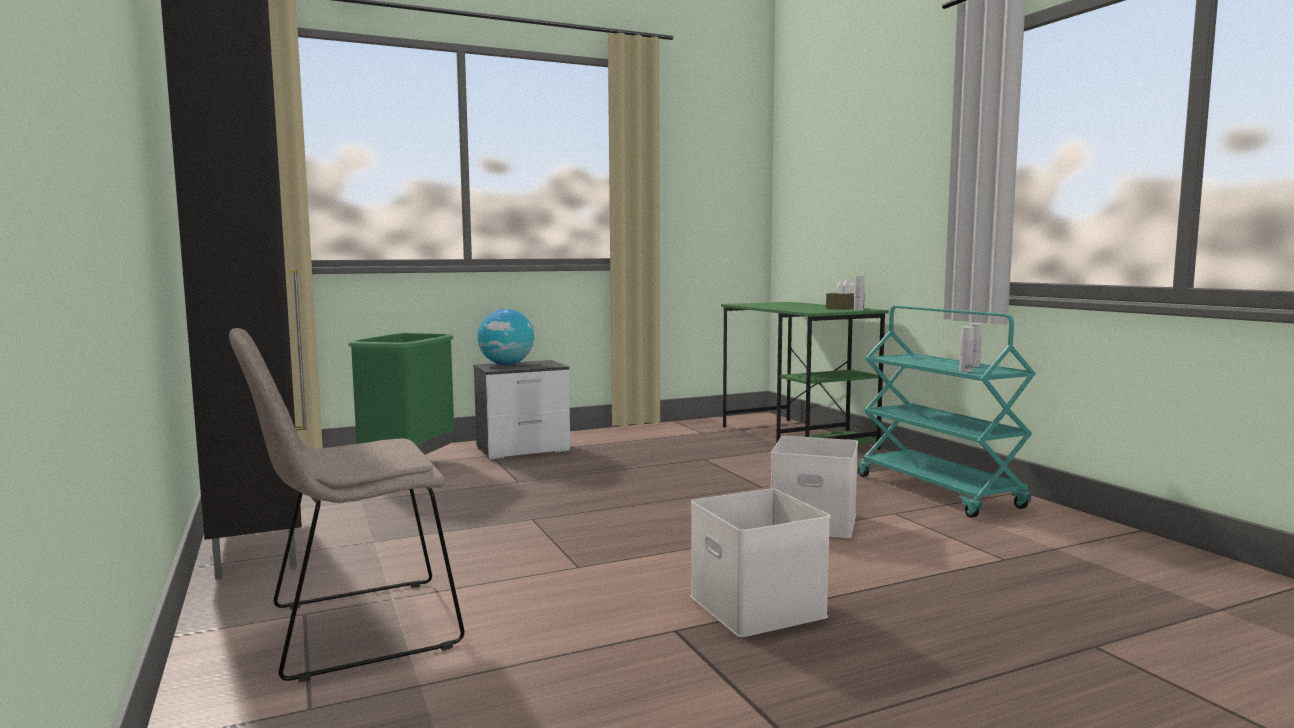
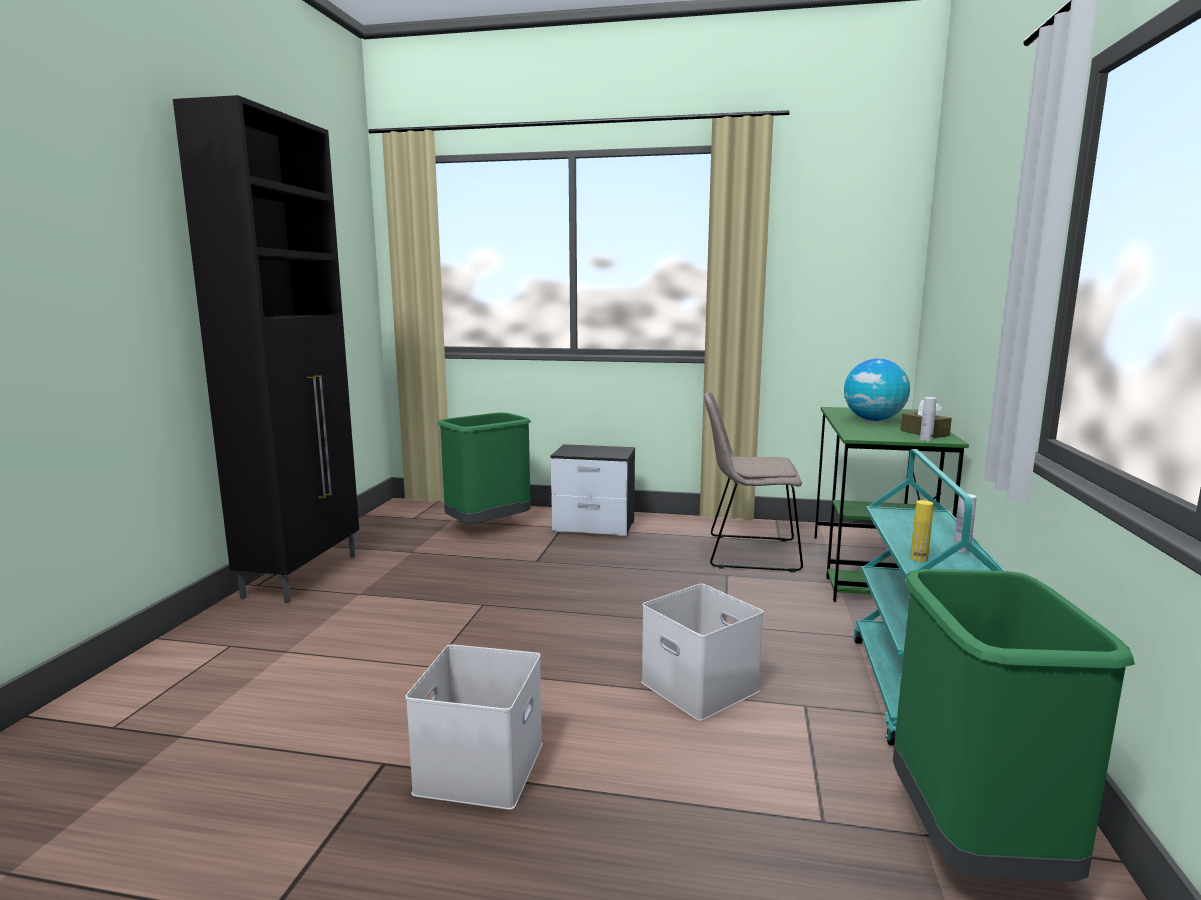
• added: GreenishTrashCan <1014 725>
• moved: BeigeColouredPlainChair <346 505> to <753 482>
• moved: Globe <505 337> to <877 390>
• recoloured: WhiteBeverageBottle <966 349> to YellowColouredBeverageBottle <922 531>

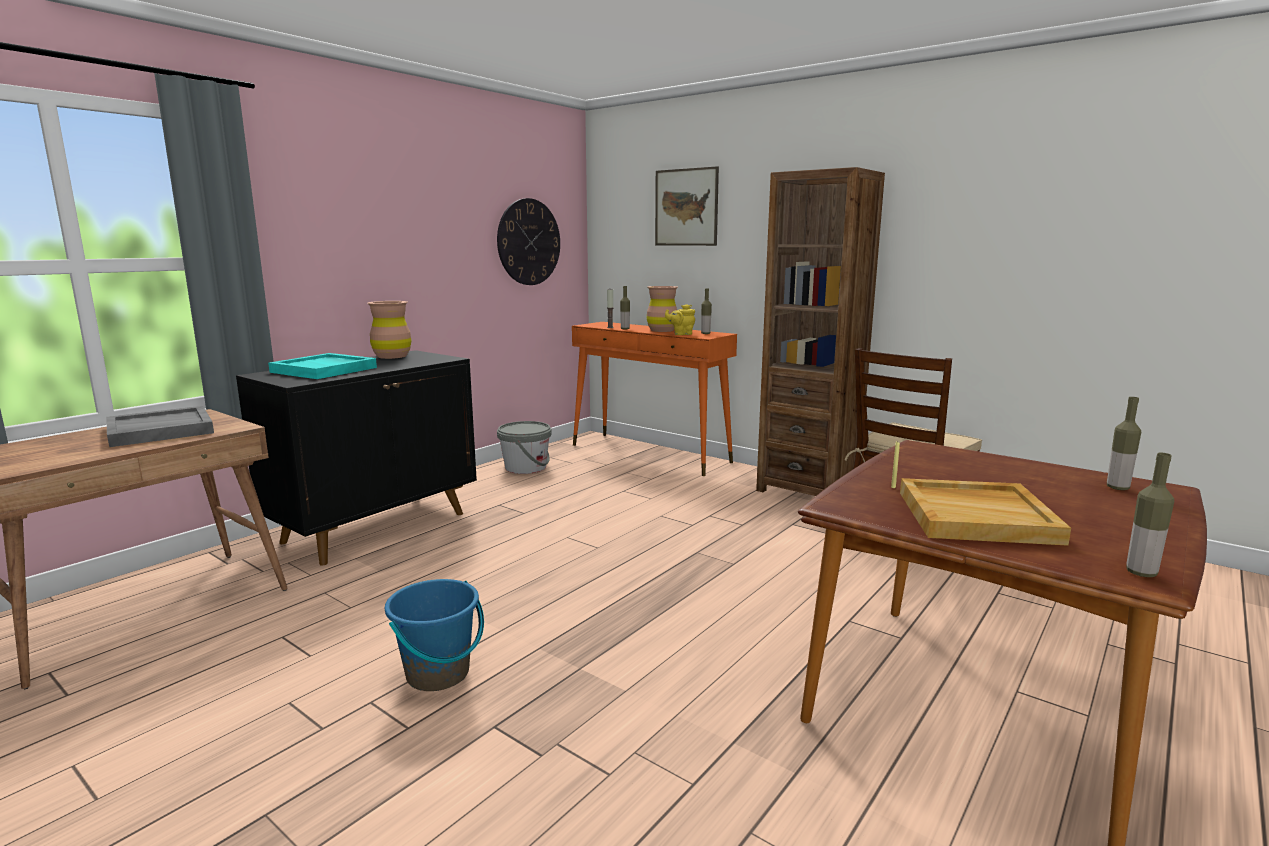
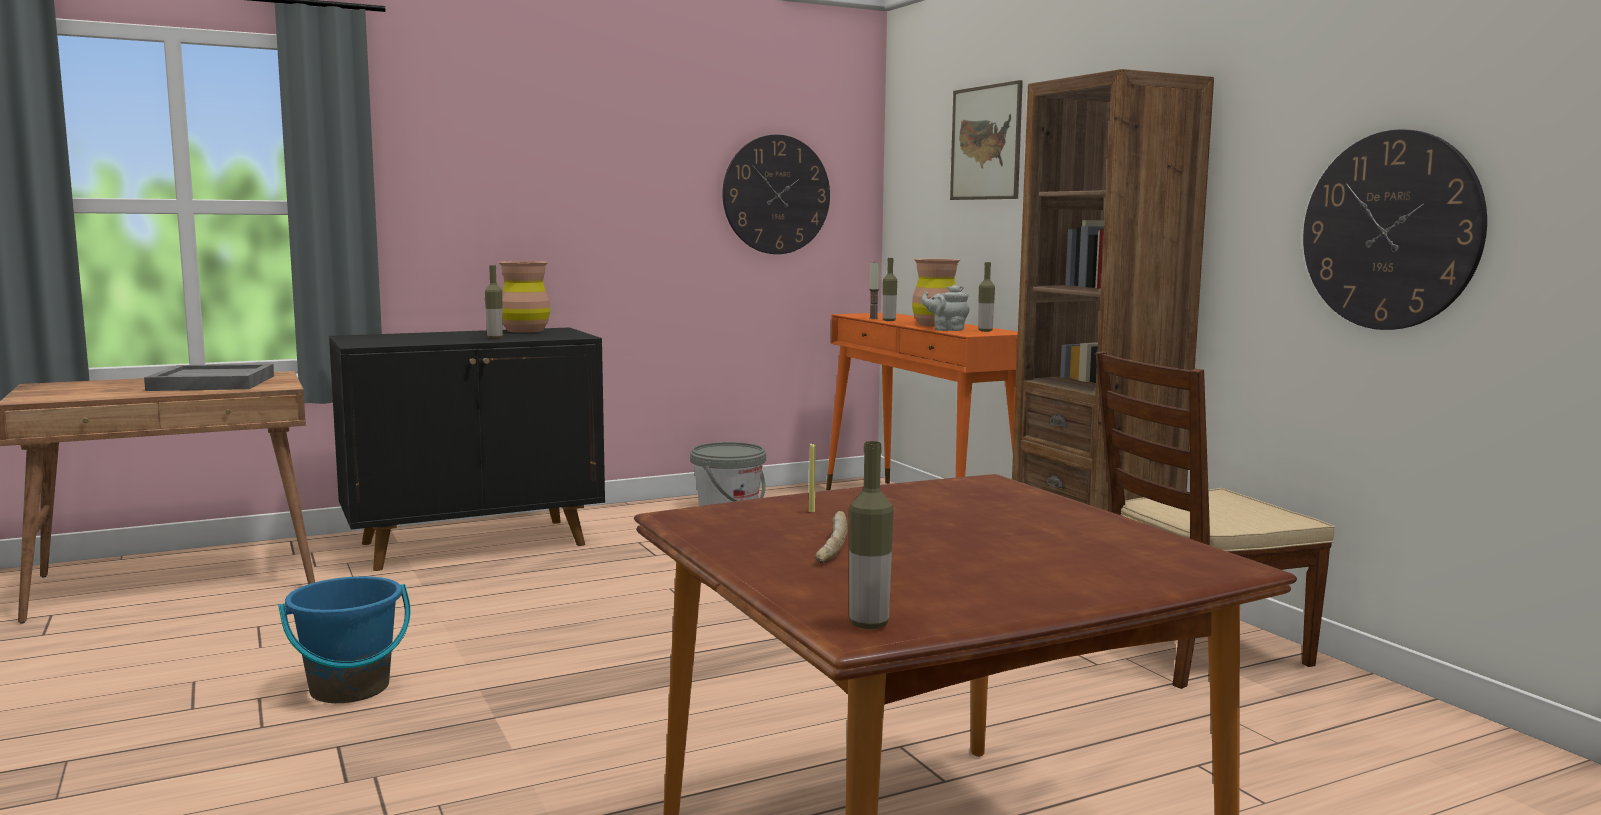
• removed: BlueGreenTray <322 366>
• added: WallClock <1395 229>
• moved: BeverageBottle <1124 443> to <494 302>
• replaced: BeigeColouredTray <985 512> to BakedBread <831 537>
• recoloured: YellowColouredTeaPot <680 319> to GrayTeaPot <945 308>

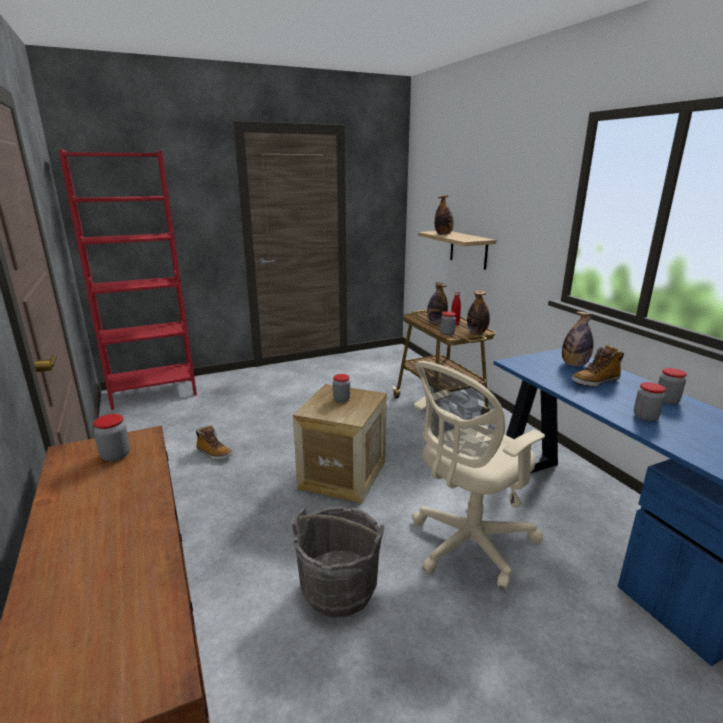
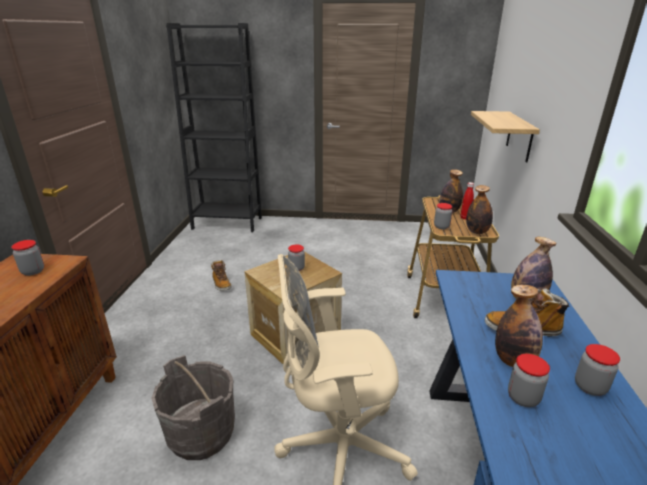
• moved: BeverageBottle <444 215> to <519 326>
• recoloured: ReddishBookcase <128 280> to BlackishBookcase <214 127>

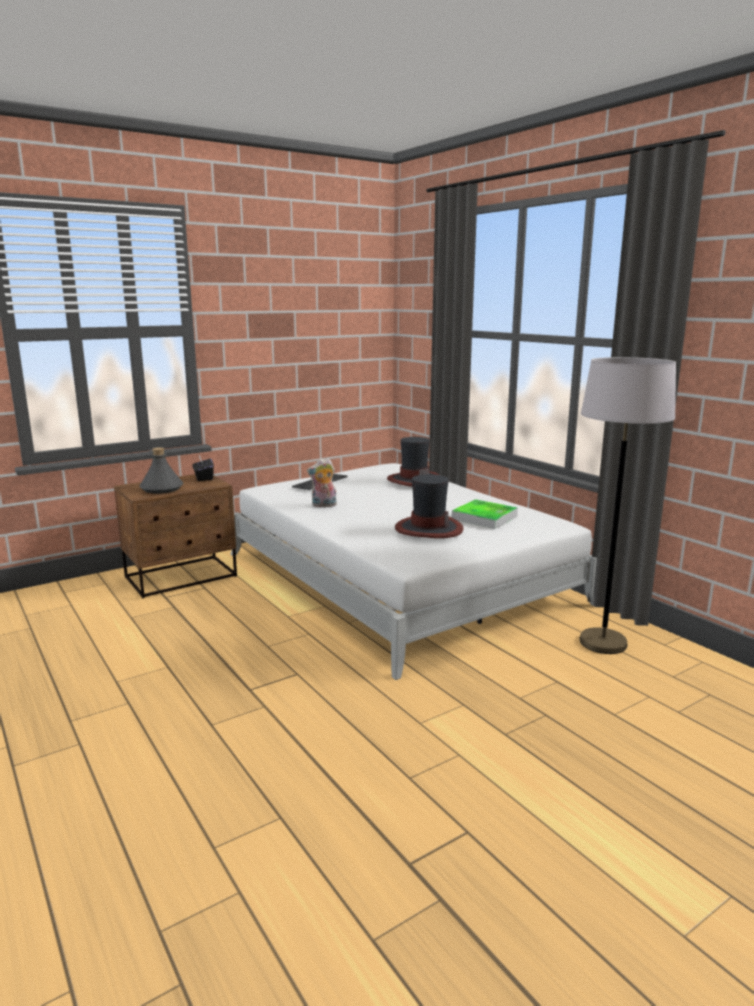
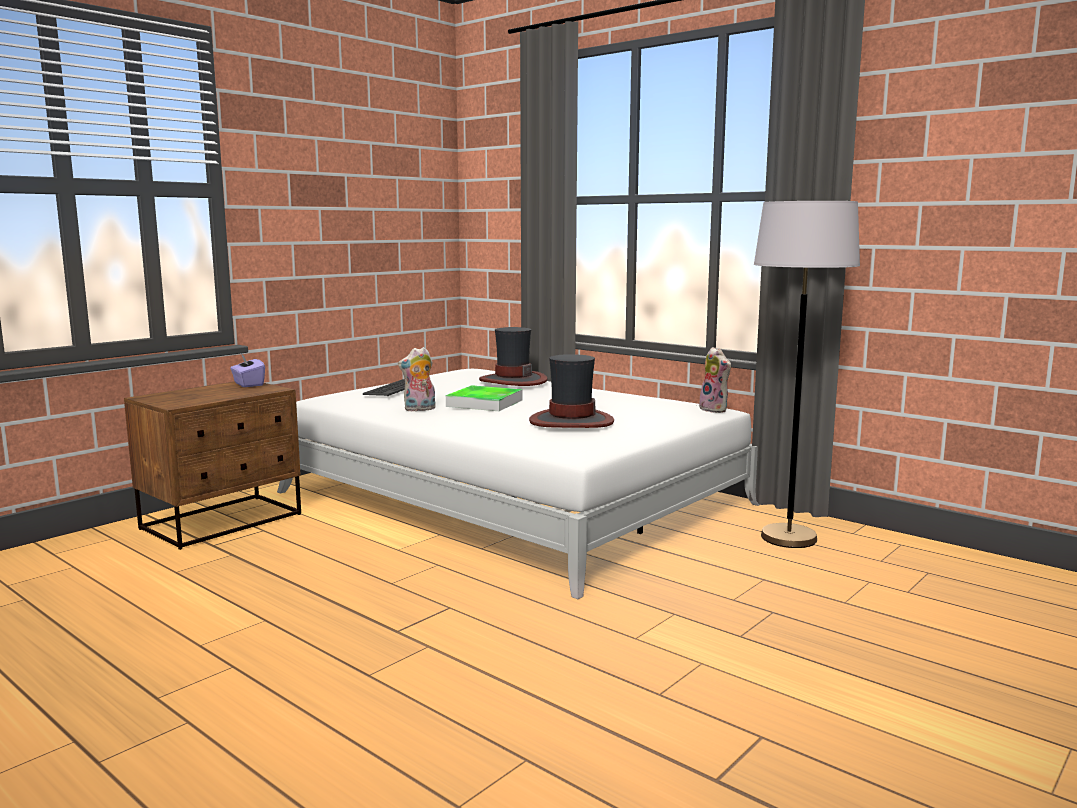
• removed: GrayBeverageBottle <161 470>
• added: PlushToy <715 380>
• moved: Tray <485 514> to <484 398>
• recoloured: BlackishTissueBox <203 468> to PurpleTissueBox <247 370>

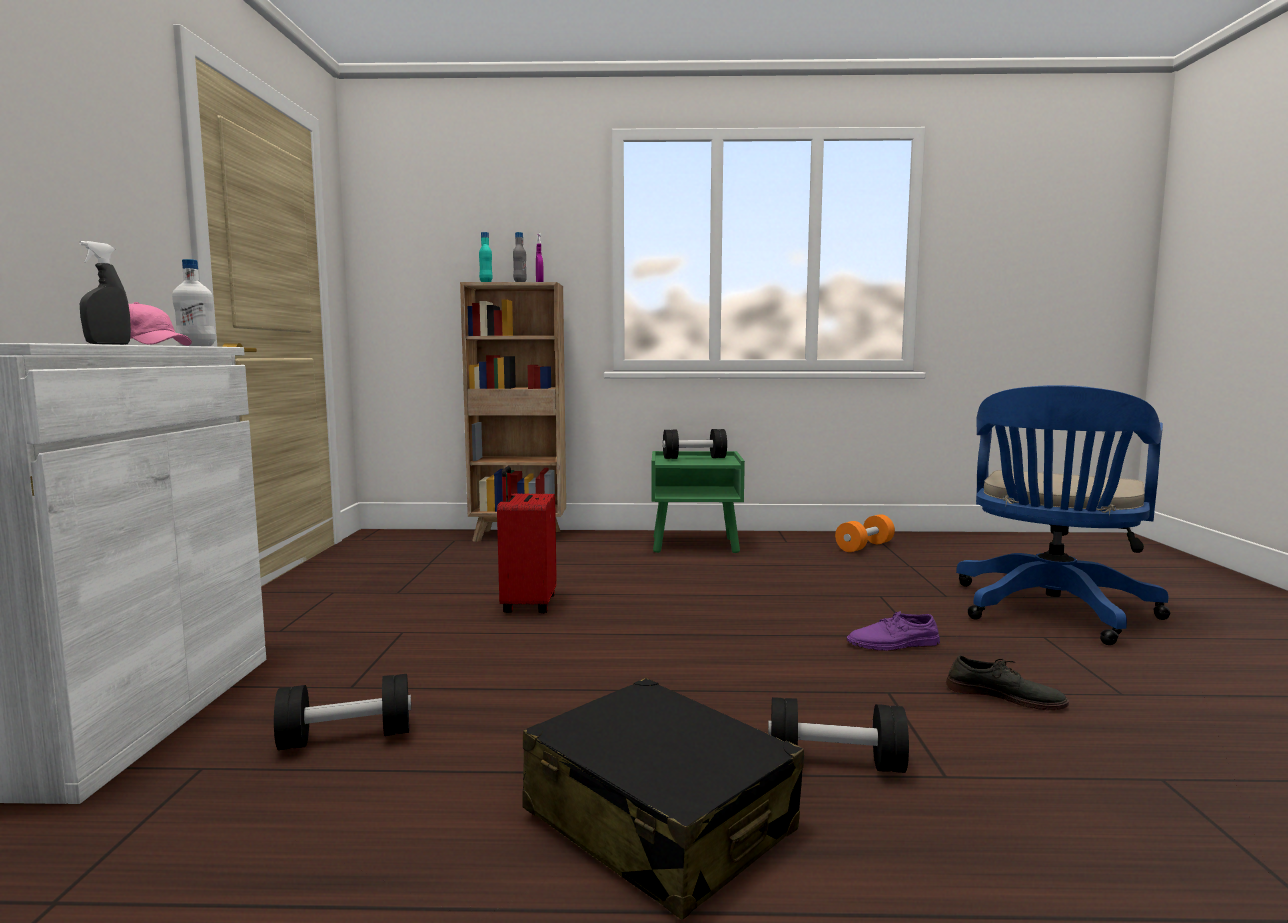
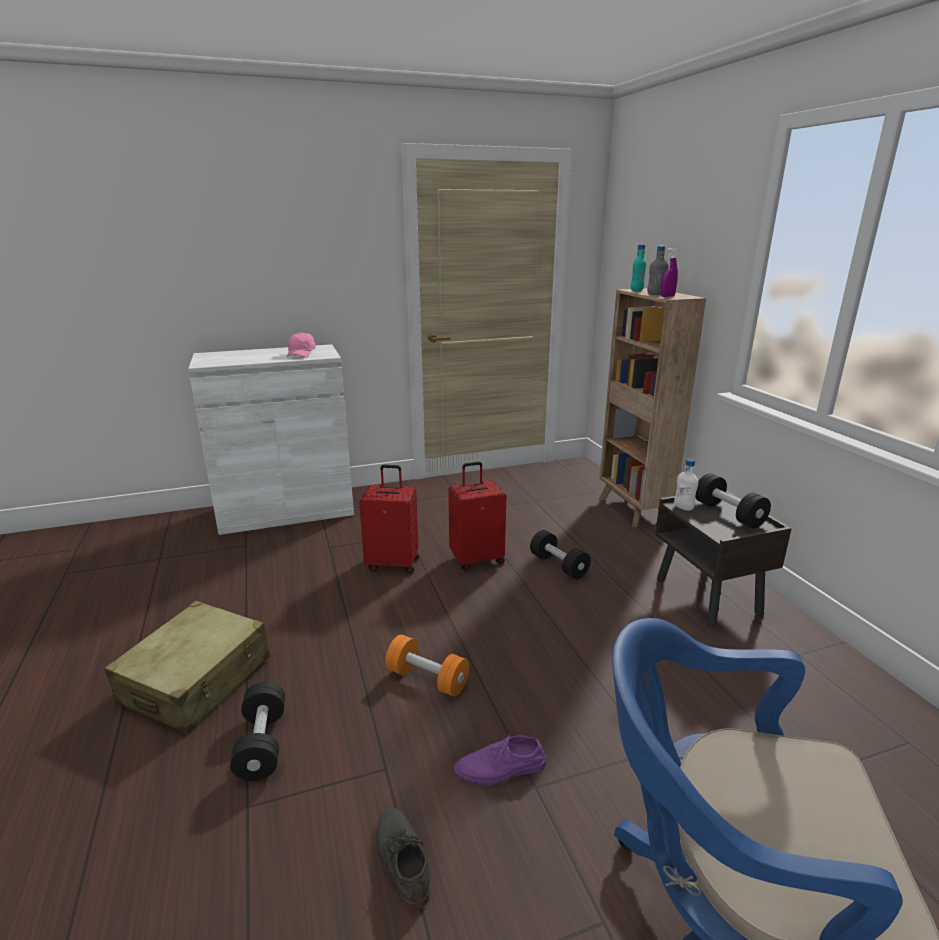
• removed: GraySprayBottle <105 293>
• added: ReddishPieceOfLuggage <389 519>
• moved: WhiteBeverageBottle <194 302> to <686 484>
• moved: BlackishFreeWeight <342 712> to <560 554>
• moved: OrangeColouredFreeWeight <865 533> to <427 666>
• recoloured: BlackishPieceOfLuggage <663 799> to BeigeColouredPieceOfLuggage <187 667>
• recoloured: GreenishNightTable <698 502> to BrownishNightTable <723 559>
• turned: PurpleLowShoe <893 631> = <500 759> 75 degrees counterclockwise
• turned: GrayLowShoe <1007 682> = <403 859> 150 degrees clockwise

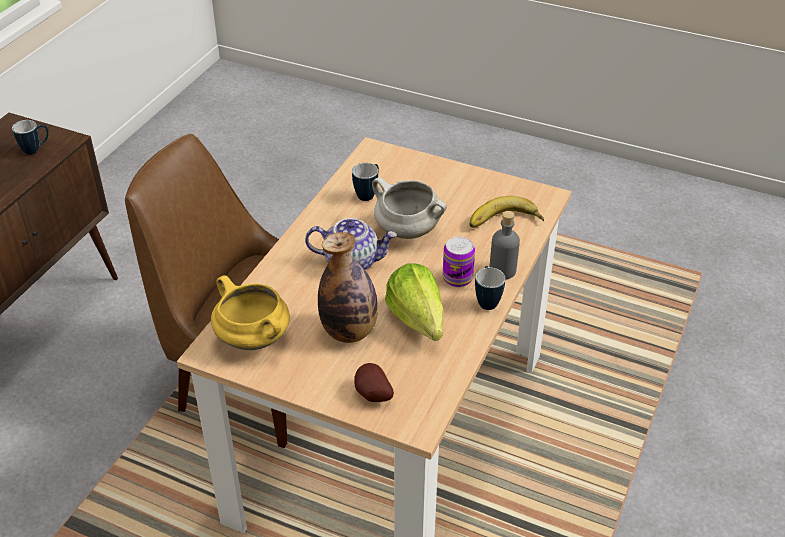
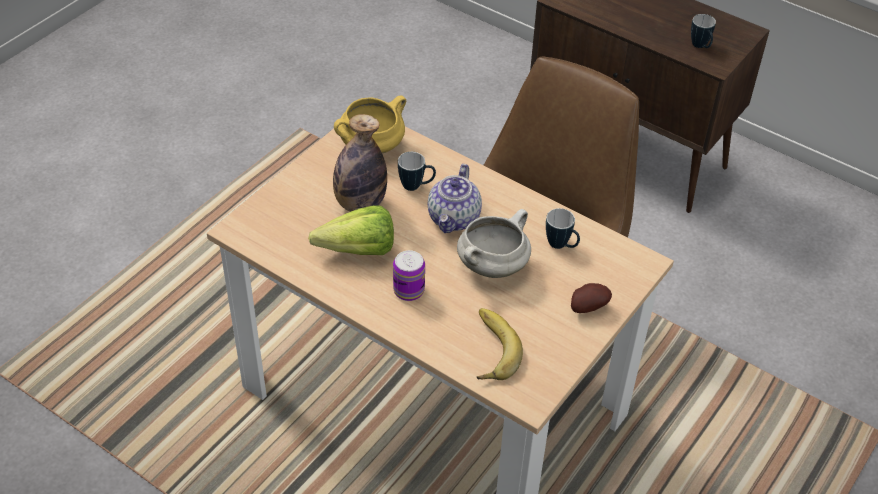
• removed: GrayBeverageBottle <505 245>
• moved: Potato <374 382> to <591 298>
• moved: Mug <490 288> to <417 171>

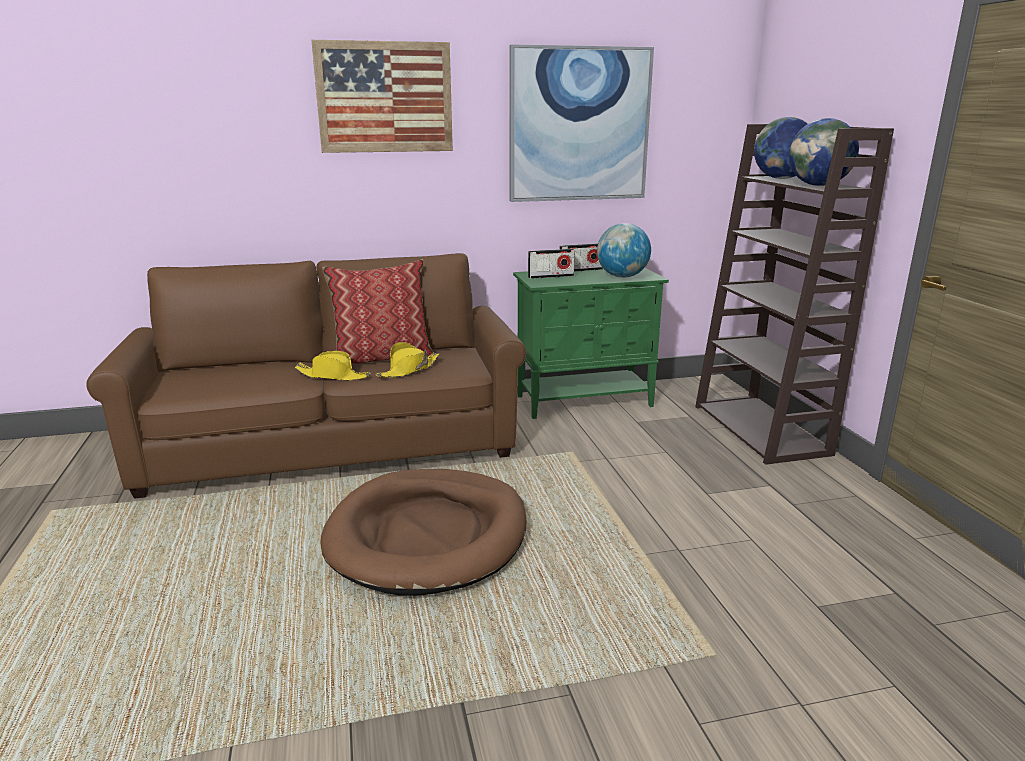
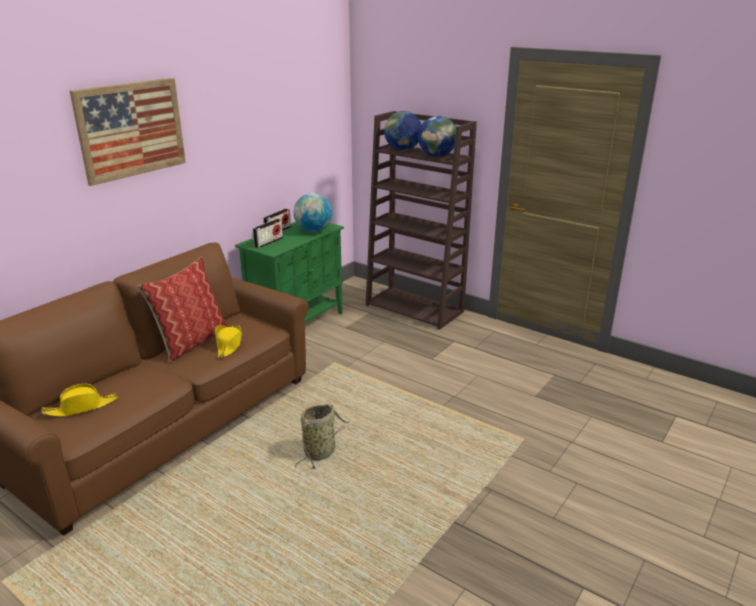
• removed: Picture <581 123>
• moved: YellowColouredWearableHat <332 366> to <79 400>
• replaced: BrownishDogCushion <423 532> to StorageBasket <323 437>

